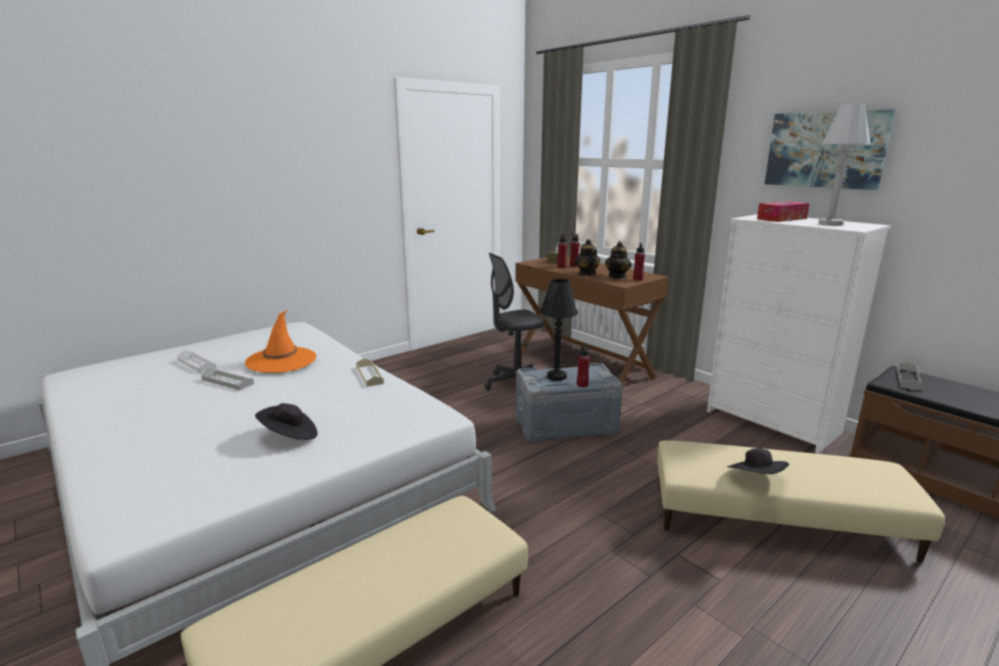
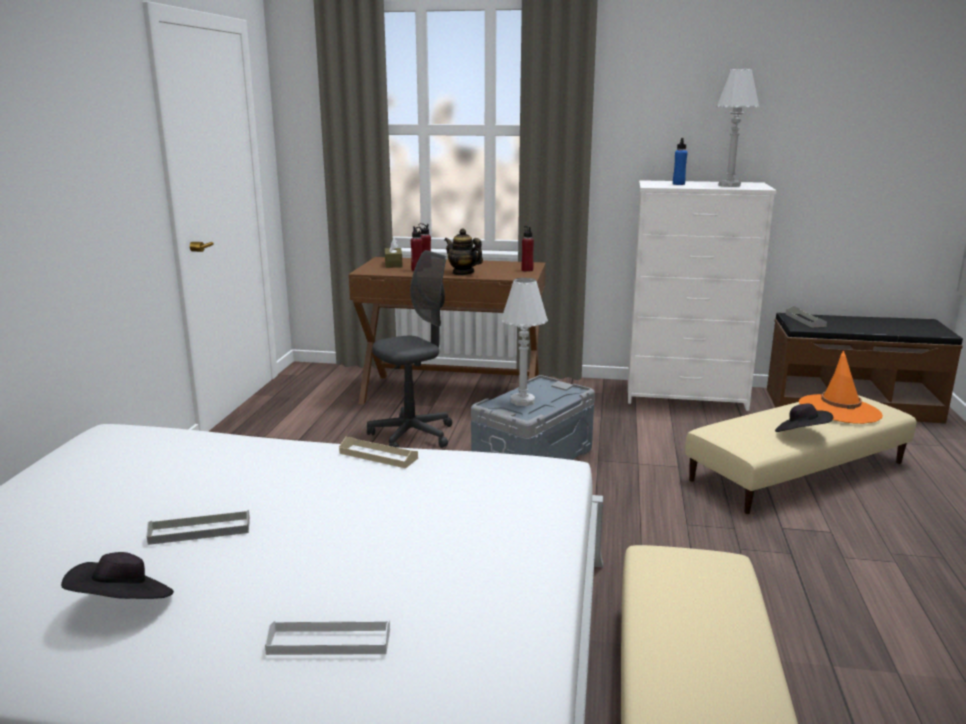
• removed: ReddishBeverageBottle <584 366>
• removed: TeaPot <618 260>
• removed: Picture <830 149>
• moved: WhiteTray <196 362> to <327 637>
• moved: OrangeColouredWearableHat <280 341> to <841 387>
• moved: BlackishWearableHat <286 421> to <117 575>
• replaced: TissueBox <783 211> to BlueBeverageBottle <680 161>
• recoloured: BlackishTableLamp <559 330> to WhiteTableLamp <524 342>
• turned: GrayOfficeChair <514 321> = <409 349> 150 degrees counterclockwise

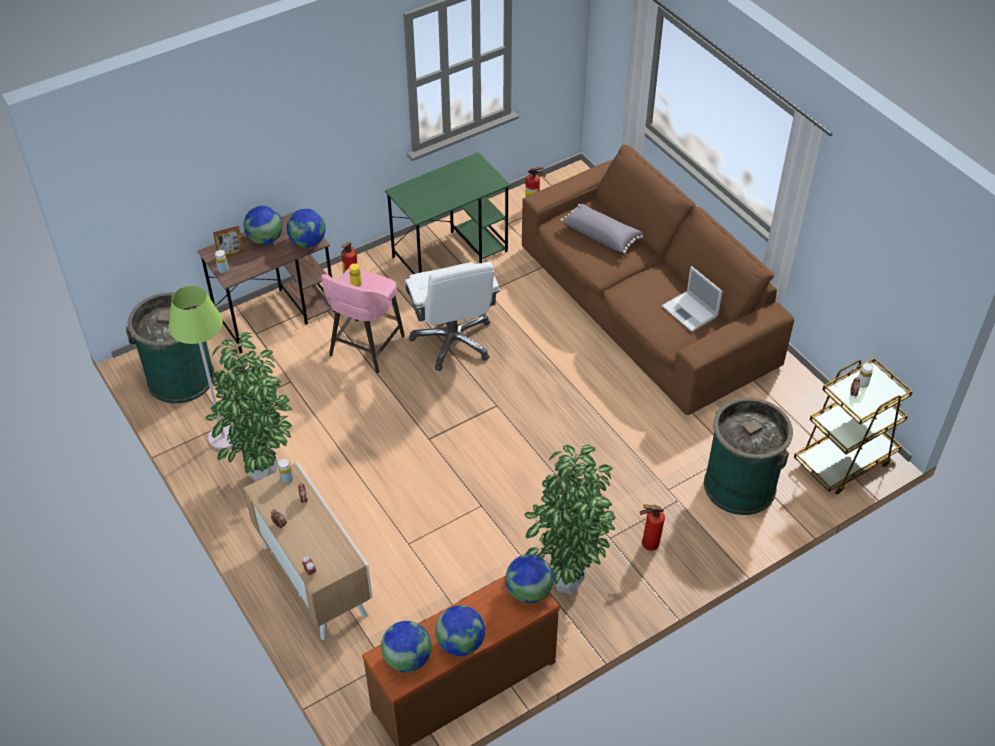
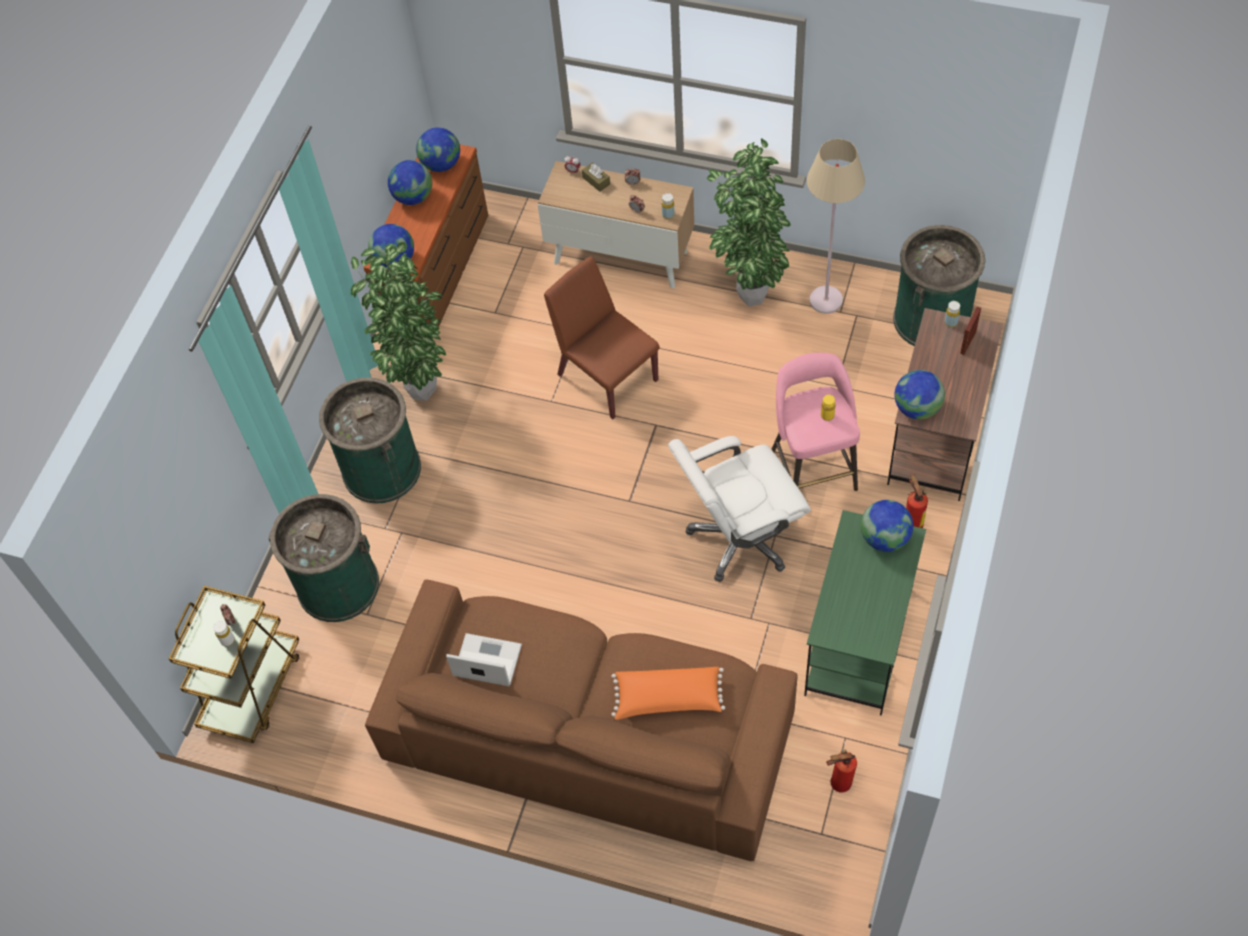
• added: BrownishPlainChair <602 337>
• added: BrownishTissueBox <596 177>
• moved: Globe <263 225> to <887 526>
• replaced: Extinguisher <652 527> to GreenishTrashCan <370 440>
• recoloured: GreenishStandardLamp <203 367> to BeigeColouredStandardLamp <836 226>
• recoloured: GrayThrowPillow <602 228> to OrangeColouredThrowPillow <668 693>
• turned: WhiteOfficeChair <452 316> = <739 509> 60 degrees counterclockwise

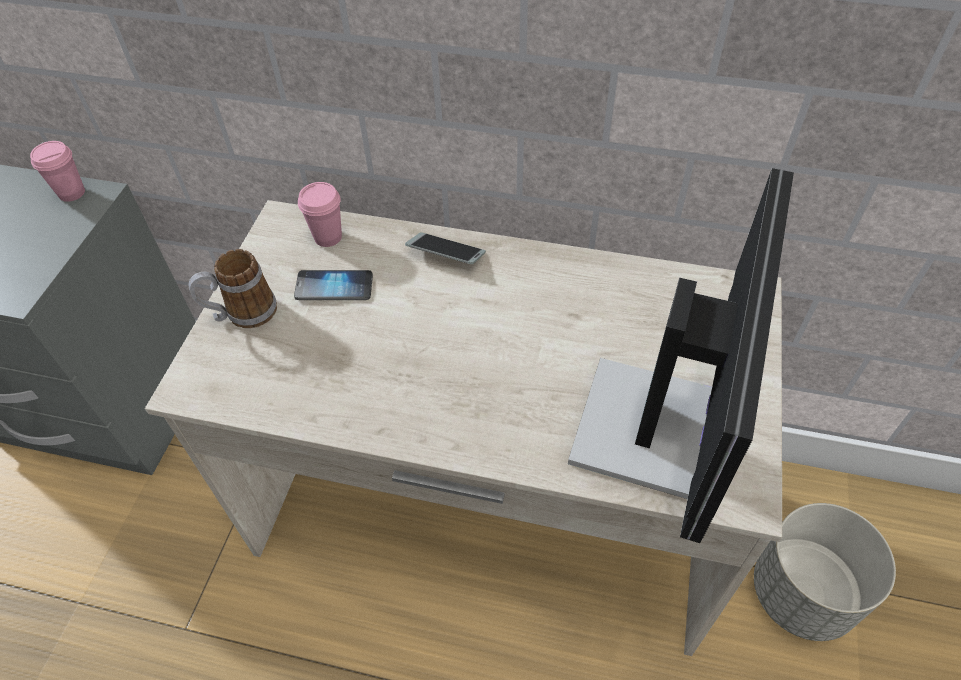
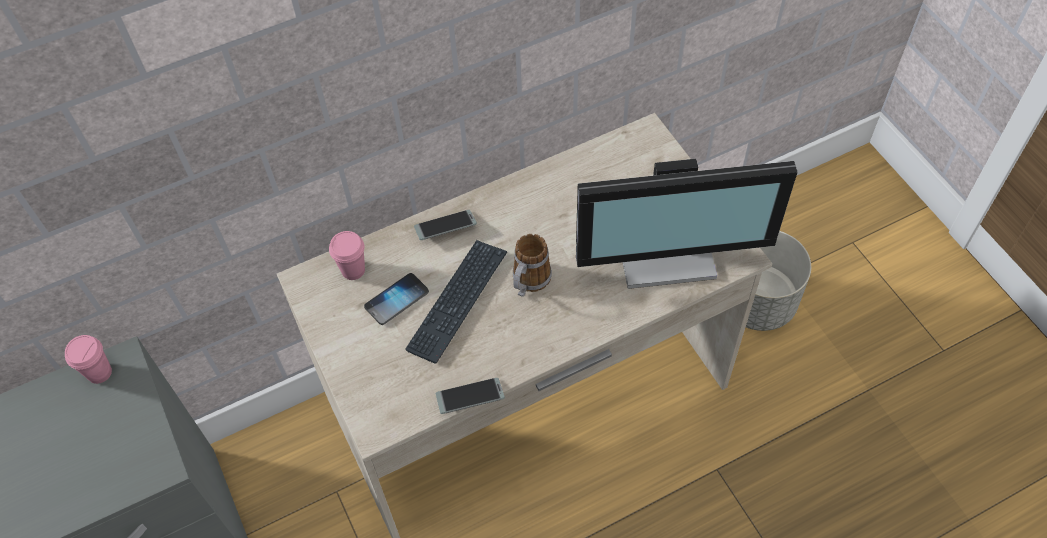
• added: ComputerKeyboard <456 302>
• added: Phone <470 396>
• moved: Mug <232 288> to <532 265>
• turned: ComputerScreen <681 355> = <687 224> 105 degrees clockwise

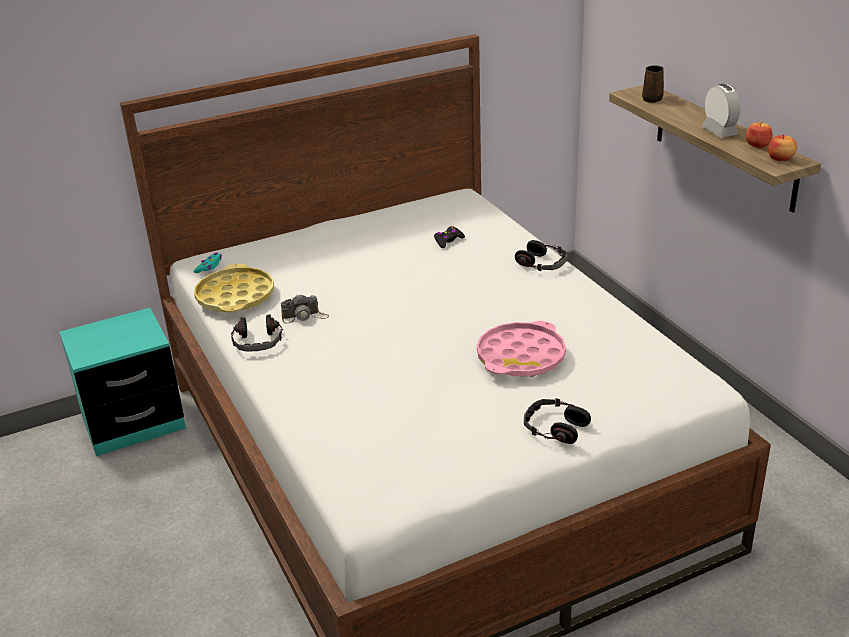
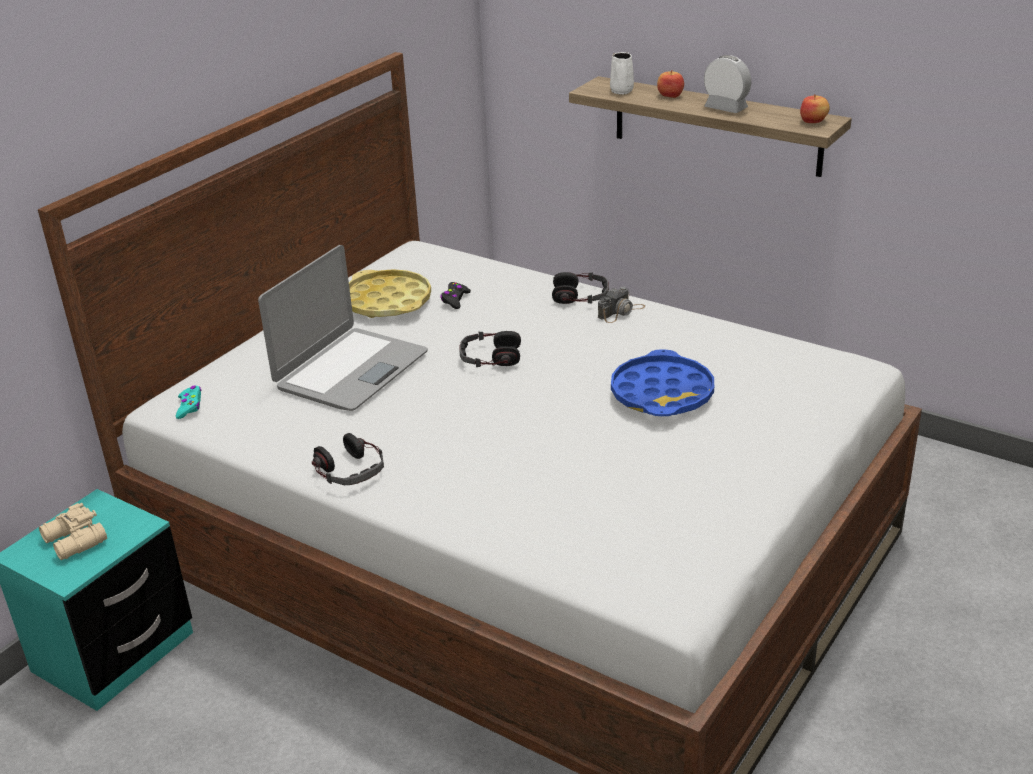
• added: BeigeColouredFieldGlasses <73 531>
• added: Laptop <343 328>
• moved: YellowColouredTray <234 288> to <390 293>
• moved: StillCamera <305 309> to <621 305>
• moved: Headset <557 421> to <490 349>
• moved: AppleFruit <759 135> to <670 84>
• recoloured: PinkColouredTray <521 349> to BlueTray <662 382>
• recoloured: BrownishMug <653 84> to WhiteMug <622 73>

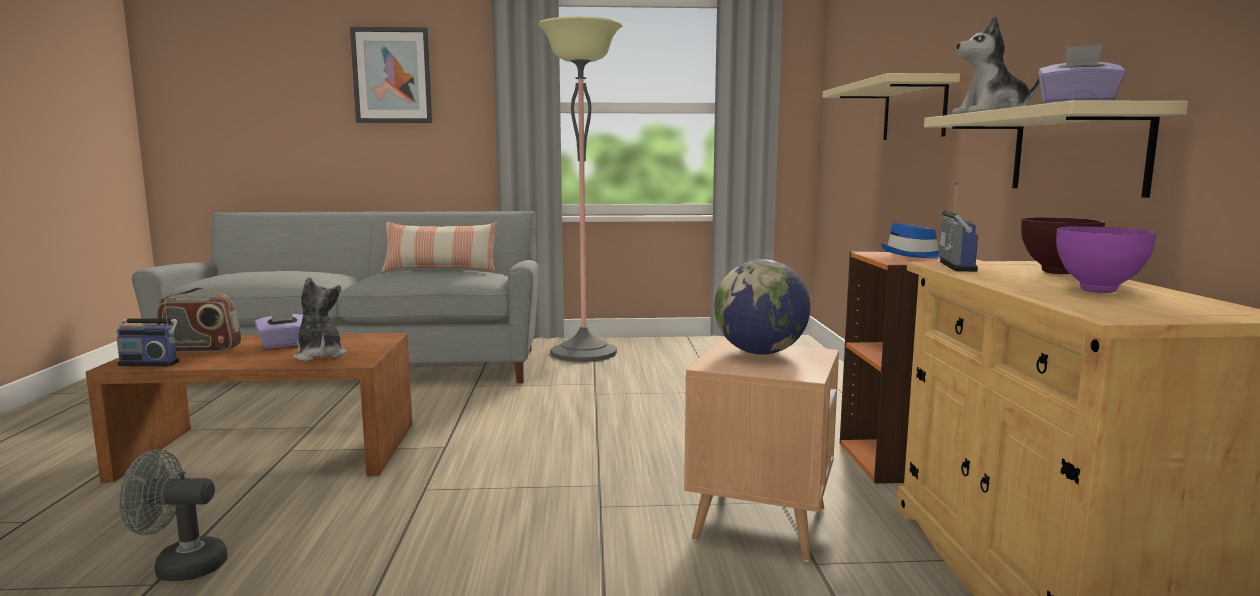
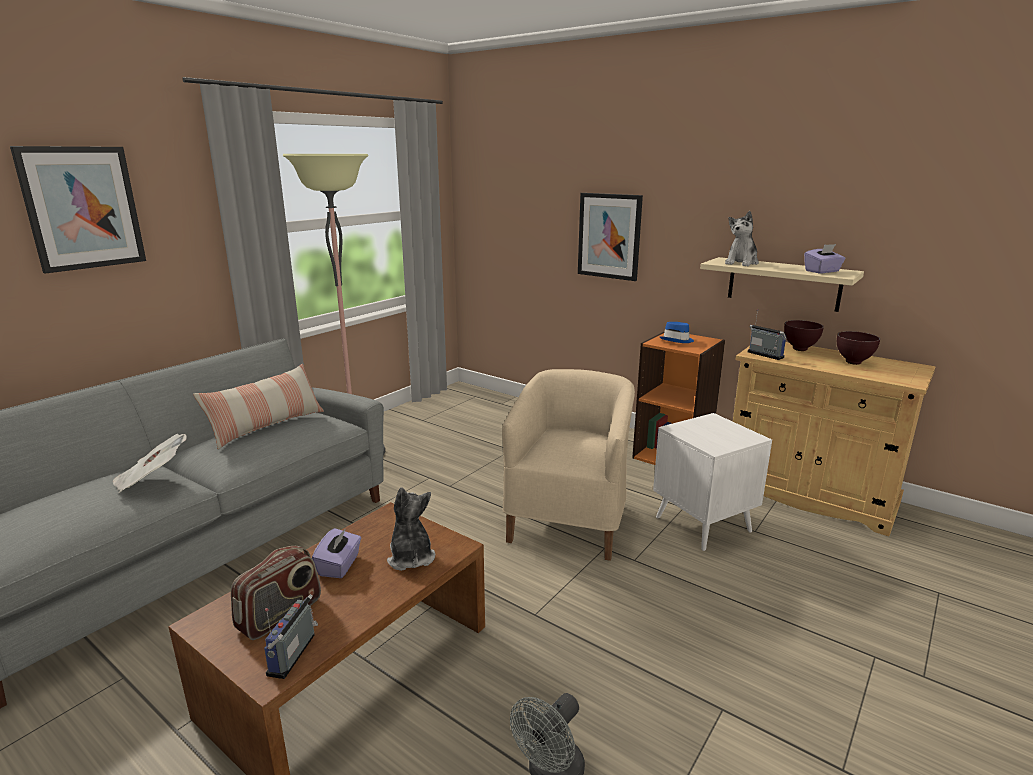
• removed: Globe <762 307>
• added: PrintedPaper <149 463>
• added: BeigeColouredEasyChair <568 465>
• replaced: BeigeColouredWallShelf <891 106> to Picture <610 237>
• recoloured: BrownishAccentTable <761 451> to WhiteAccentTable <712 482>
• recoloured: PurpleServingBowl <1106 259> to BrownishServingBowl <858 348>
• turned: Radio <147 331> = <291 636> 150 degrees clockwise
• turned: PlushToy <319 319> = <411 529> 60 degrees clockwise

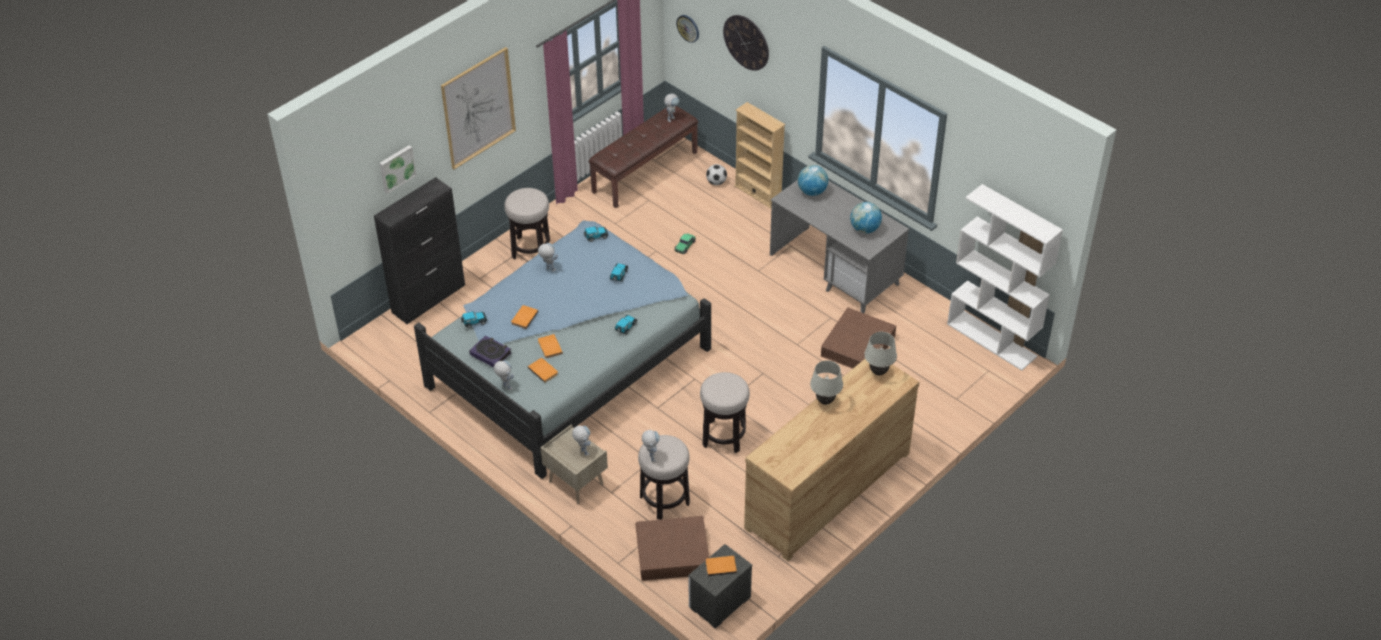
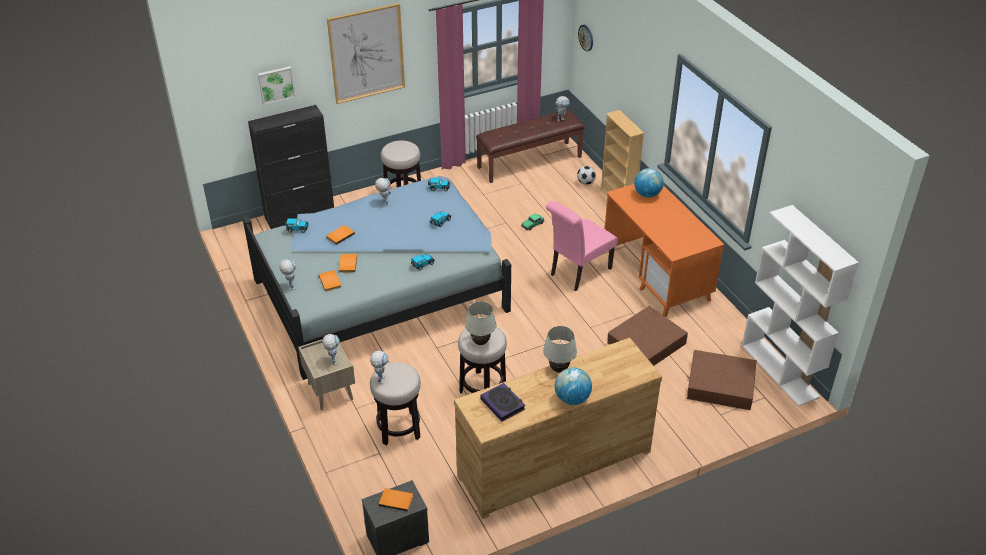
• removed: WallClock <746 43>
• added: PinkColouredPlainChair <582 246>
• moved: Book <490 351> to <503 402>
• moved: BrownishStorageContainer <672 548> to <722 380>
• moved: Globe <866 217> to <573 386>
• moved: WhiteTableLamp <880 353> to <480 323>
• recoloured: GrayDeskTable <839 246> to OrangeColouredDeskTable <664 250>

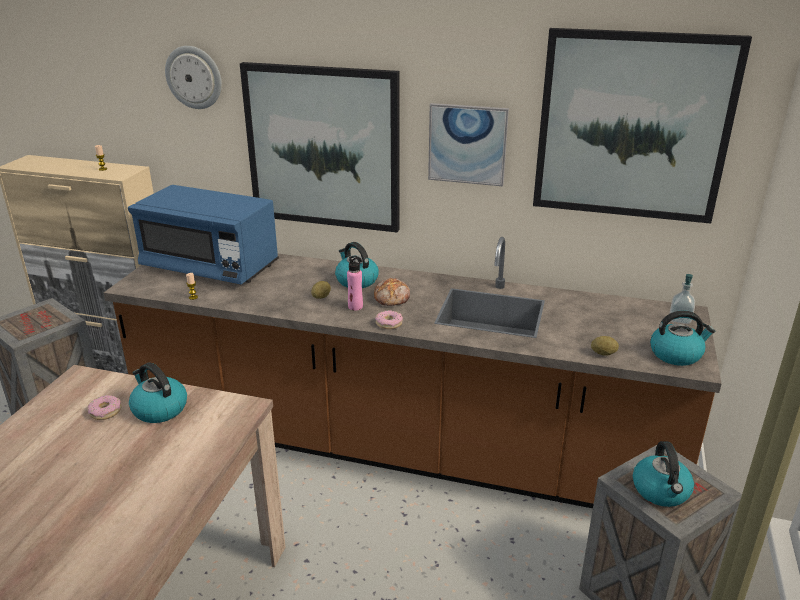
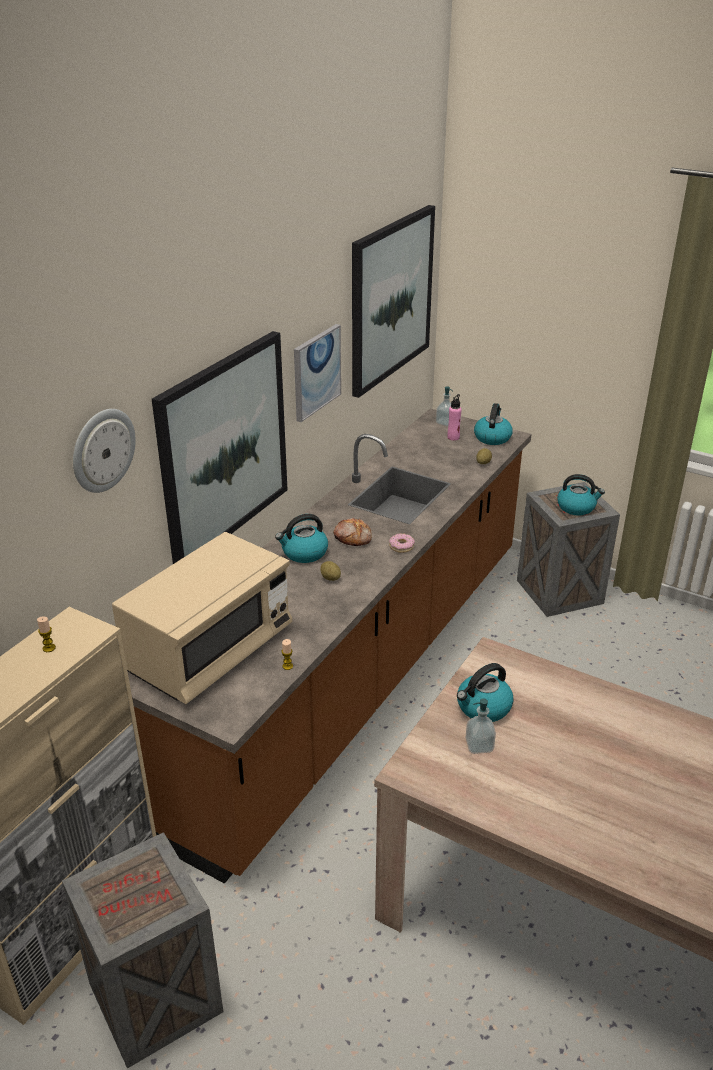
• moved: PinkColouredBeverageBottle <355 283> to <454 417>
• replaced: RingDoughnut <104 407> to LiquidSoapBottle <481 726>
• recoloured: BlueMicrowaveOven <203 234> to BeigeColouredMicrowaveOven <202 618>

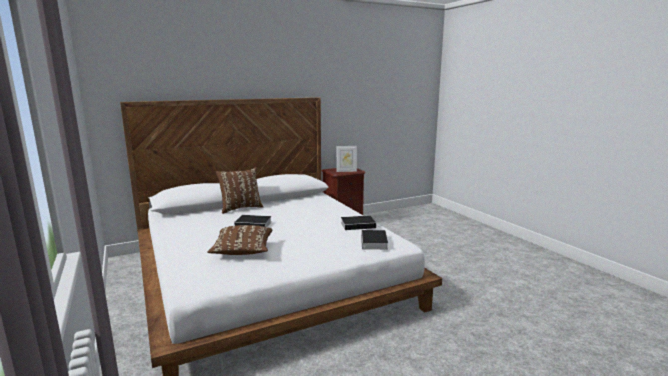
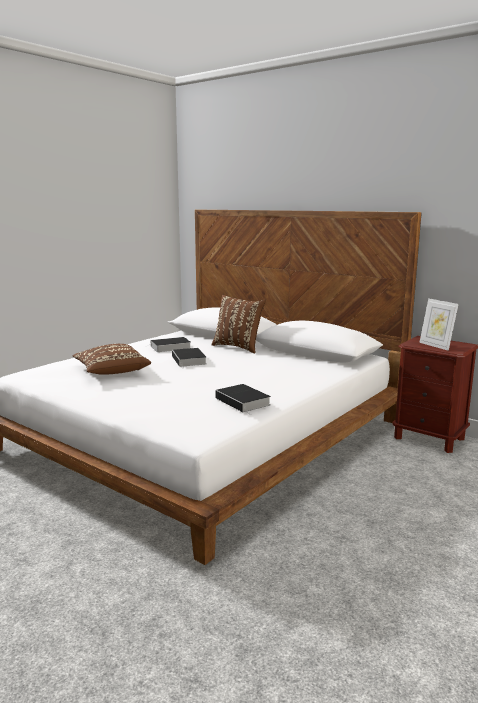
• moved: Book <374 240> to <168 344>

